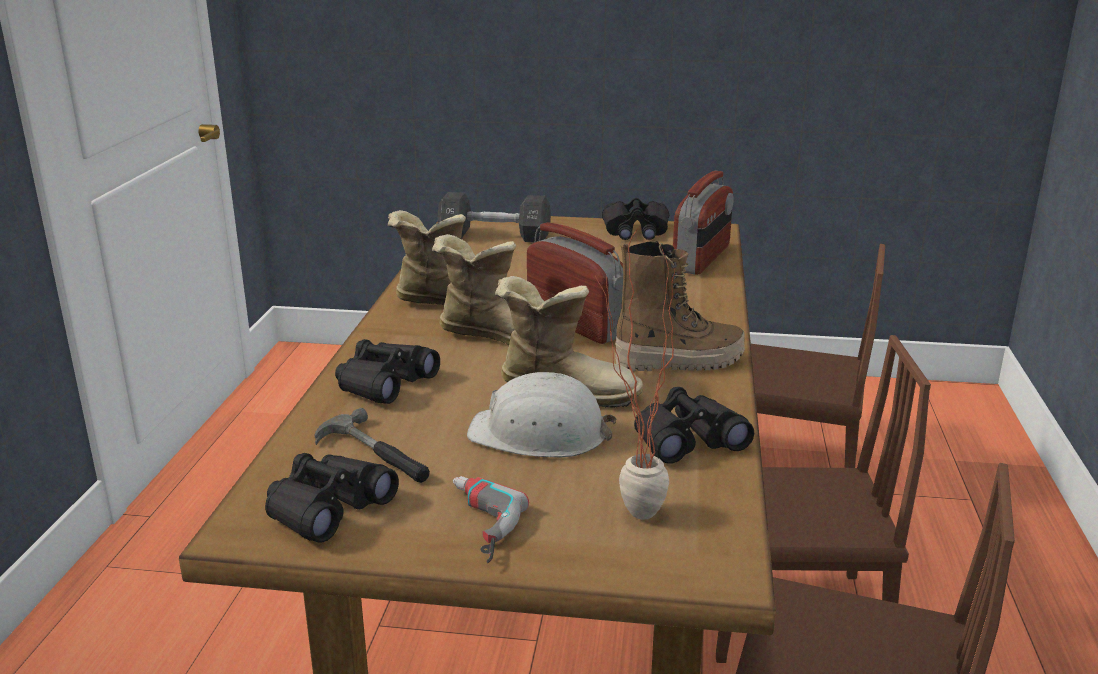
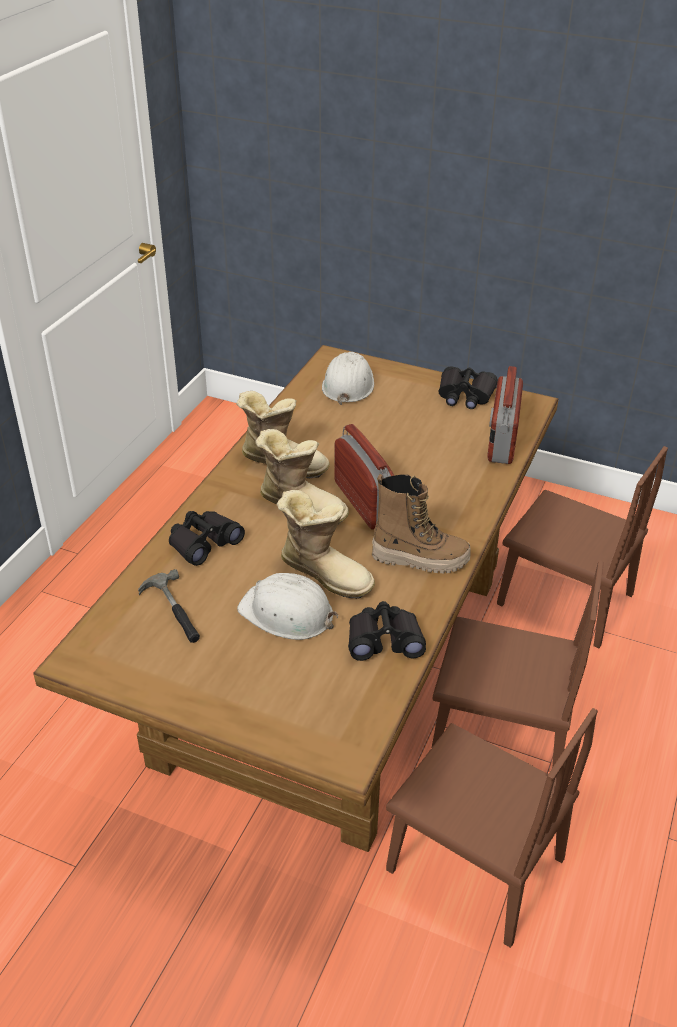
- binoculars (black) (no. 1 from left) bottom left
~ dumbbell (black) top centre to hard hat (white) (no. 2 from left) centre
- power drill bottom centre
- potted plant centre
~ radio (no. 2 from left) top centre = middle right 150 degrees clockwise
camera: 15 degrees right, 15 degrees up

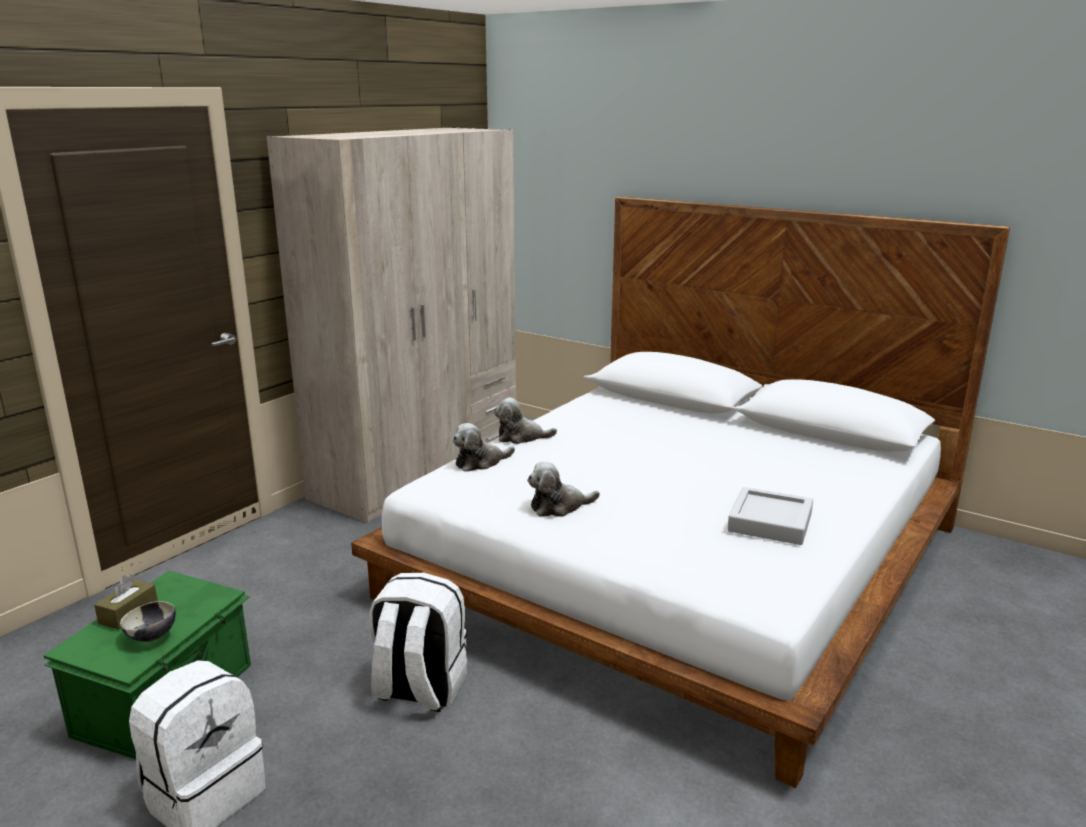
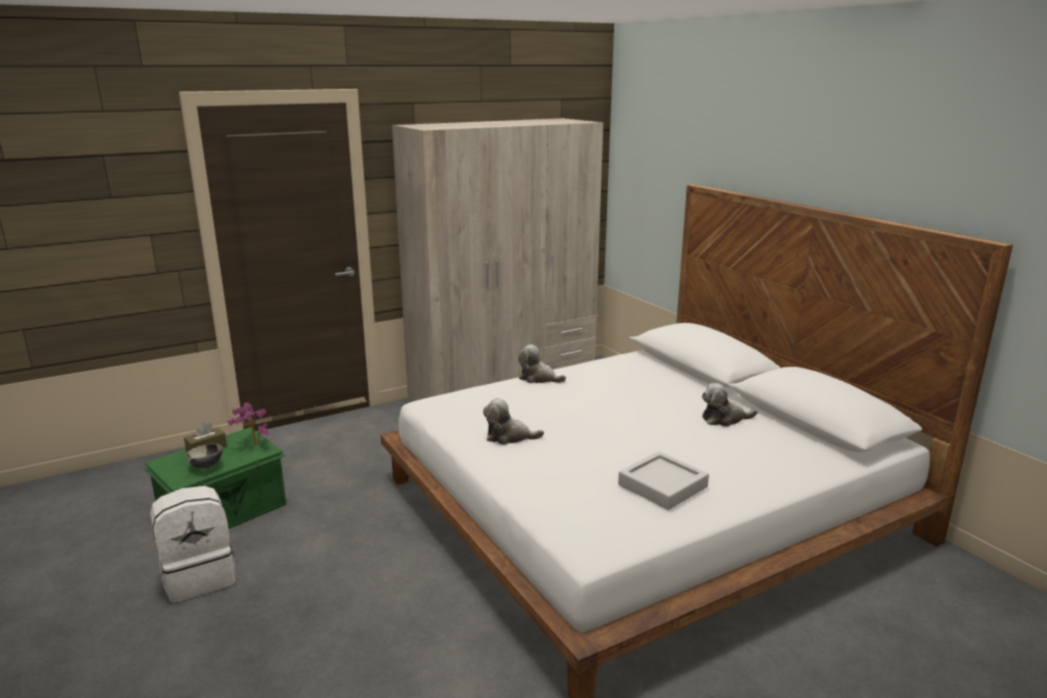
- backpack (white) (no. 2 from left) bottom centre
~ plush toy (no. 1 from left in the first image) centre to plush toy (no. 3 from left) middle right
+ potted plant middle left
camera: 25 degrees right, 0 degrees up

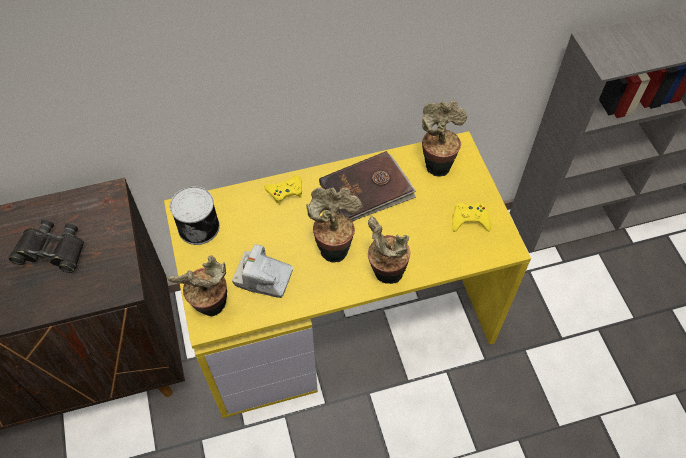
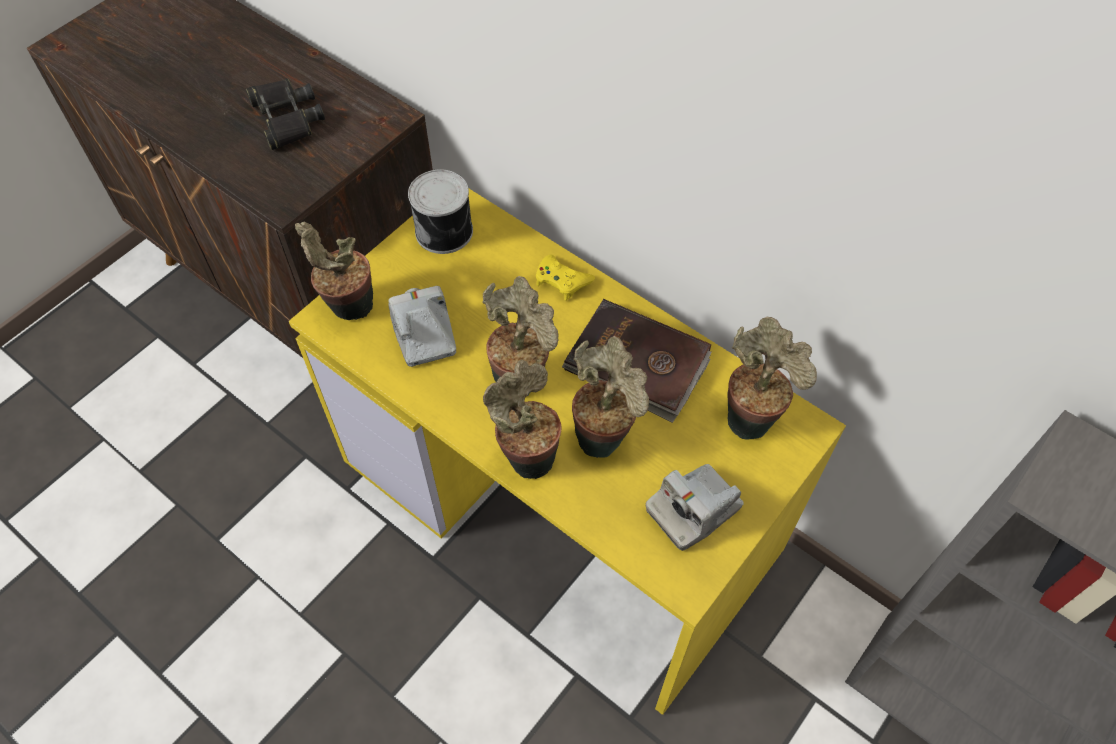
~ game controller (yellow) (no. 2 from left) middle right to photo camera (no. 2 from left) bottom centre
+ potted plant (no. 4 from left) centre
camera: 55 degrees right, 0 degrees up

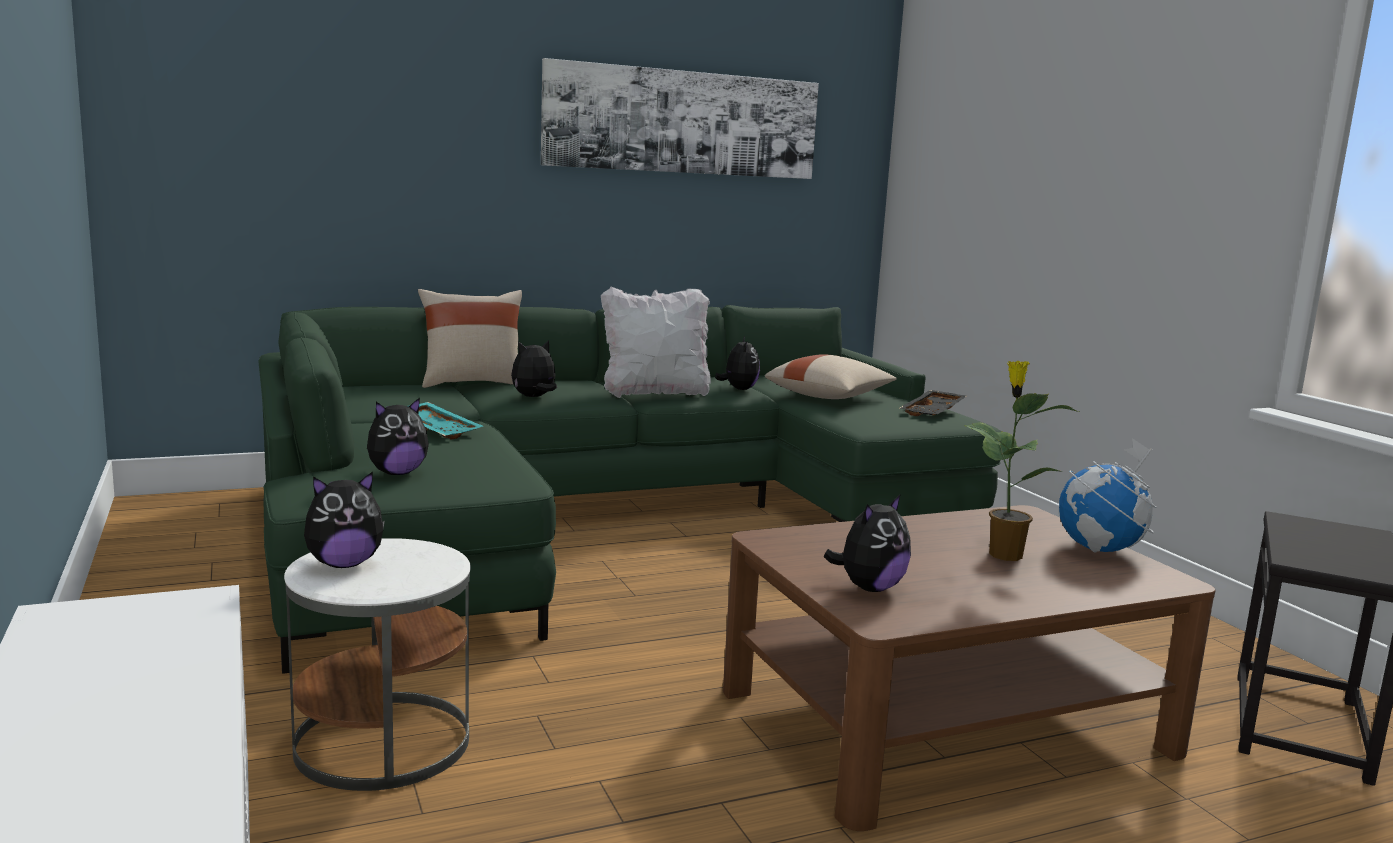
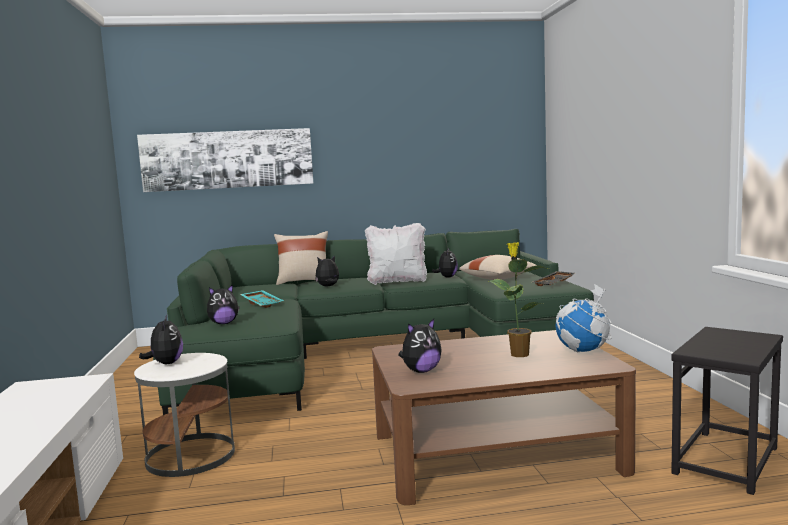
~ plush toy (no. 1 from left) middle left = middle left 90 degrees counterclockwise
~ picture top centre to top left
camera: 15 degrees right, 5 degrees down

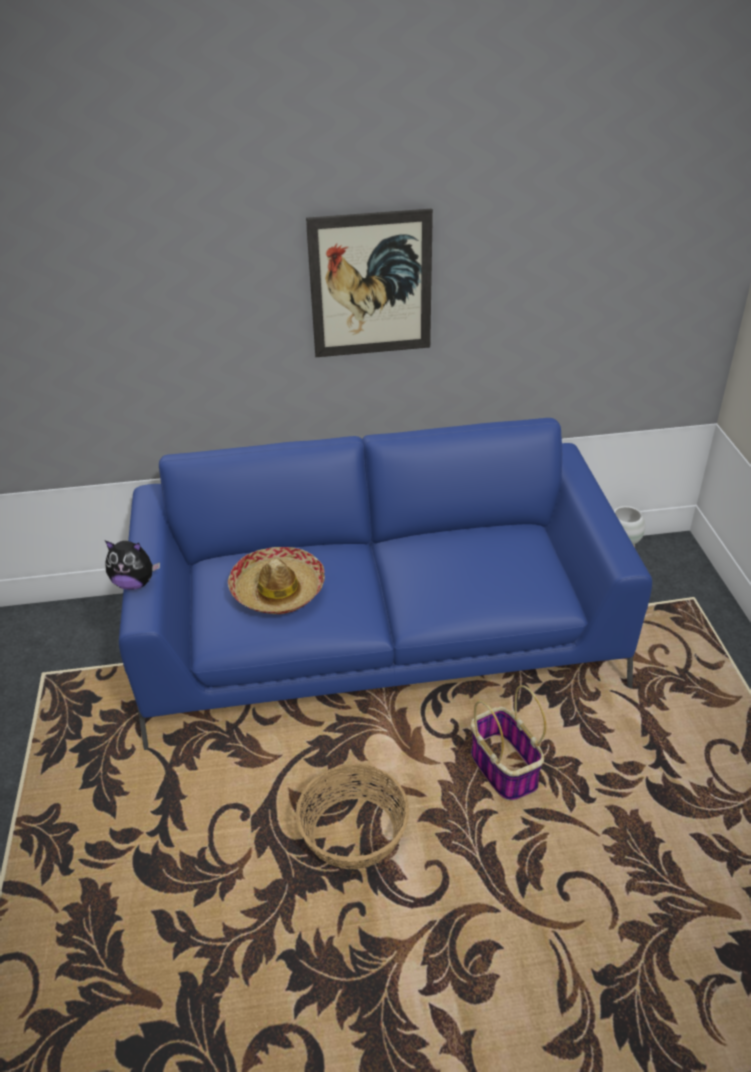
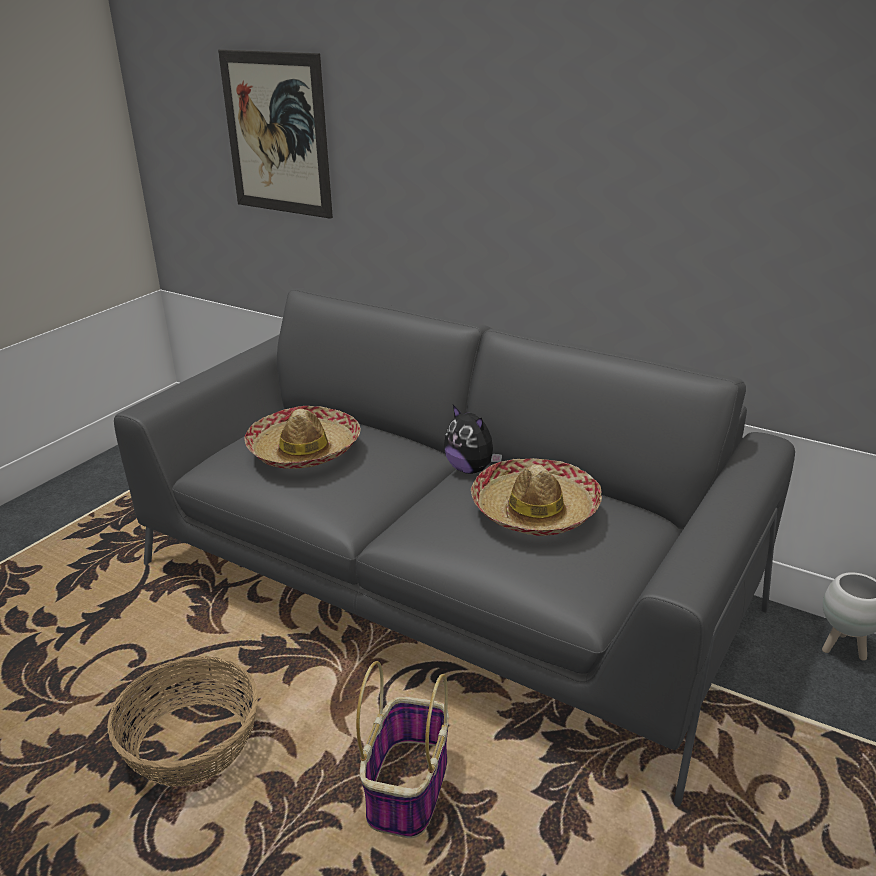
~ plush toy middle left to centre
~ sofa (blue) centre to sofa (grey) centre
~ picture top centre to top left
+ hat (no. 2 from left) centre
camera: 40 degrees right, 10 degrees down

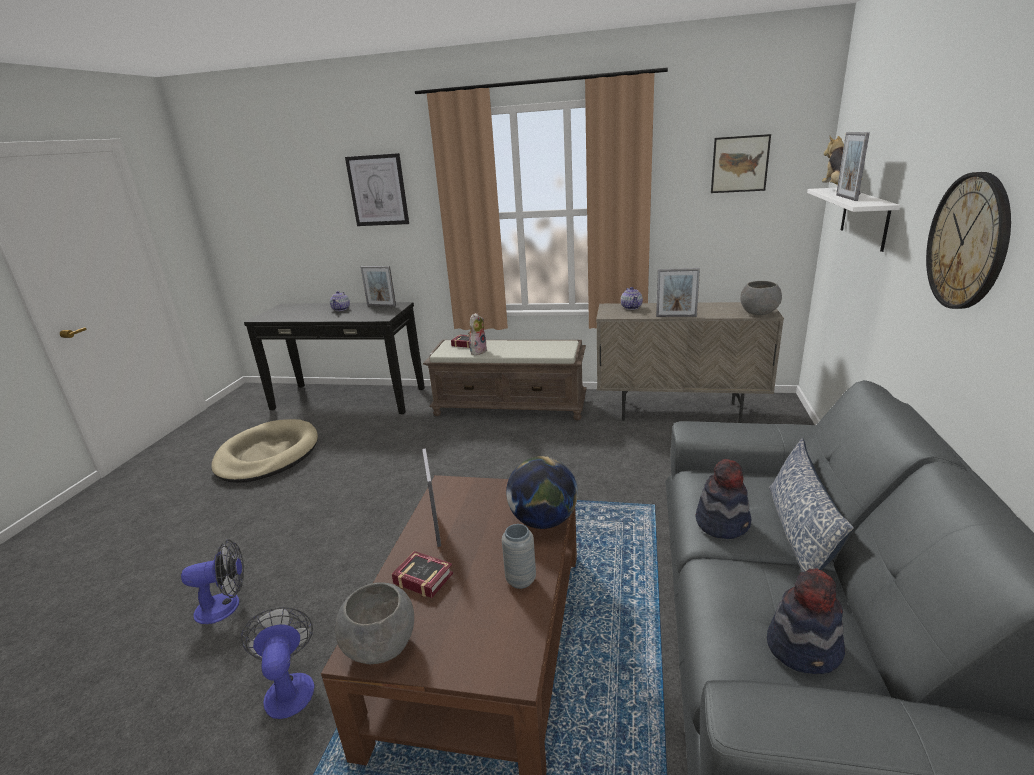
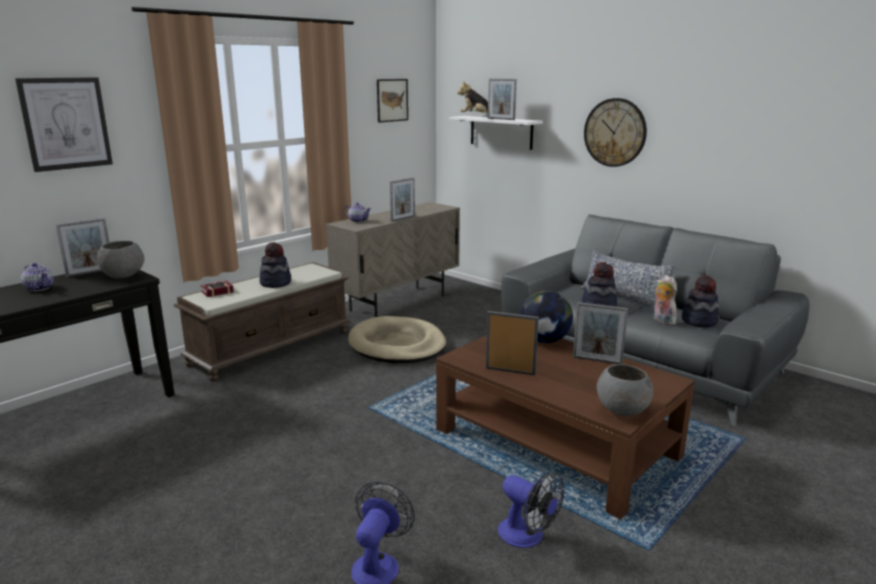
~ dog bed (beige) middle left to centre
~ fan (no. 2 from left) bottom left = bottom centre 150 degrees counterclockwise
- book (no. 1 from left) bottom centre
~ plush toy (no. 1 from left in the first image) centre to plush toy (no. 2 from left) middle right
~ vase (grey) bottom centre to picture frame (no. 5 from left) middle right
~ bowl (grey) (no. 2 from left in the first image) middle right to bowl (grey) (no. 1 from left) middle left
+ hat (no. 1 from left) middle left
camera: 60 degrees left, 5 degrees down

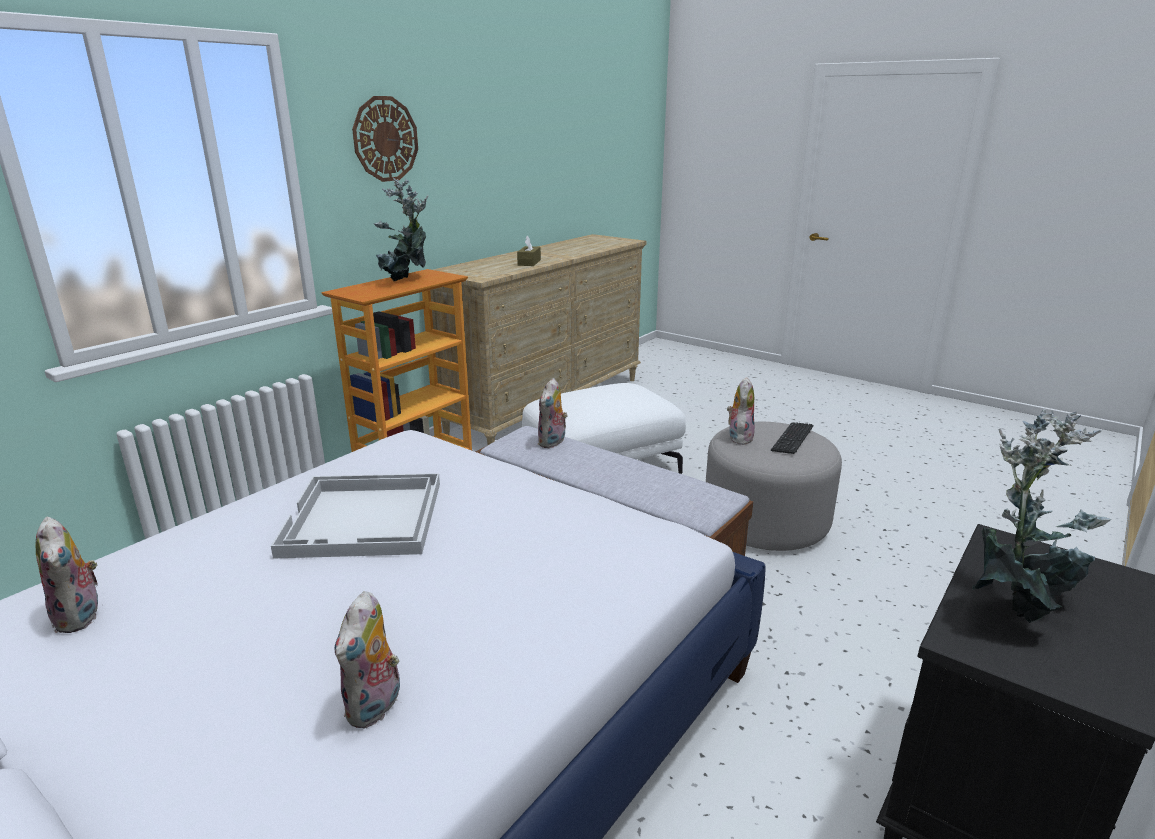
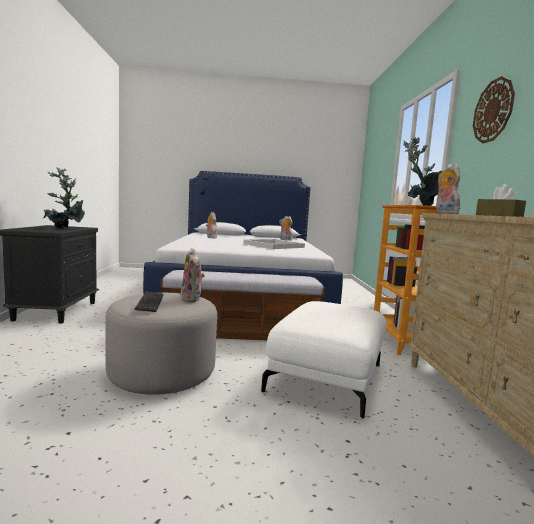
~ plush toy (no. 3 from left in the first image) centre to plush toy (no. 4 from left) middle right
camera: 140 degrees right, 15 degrees down

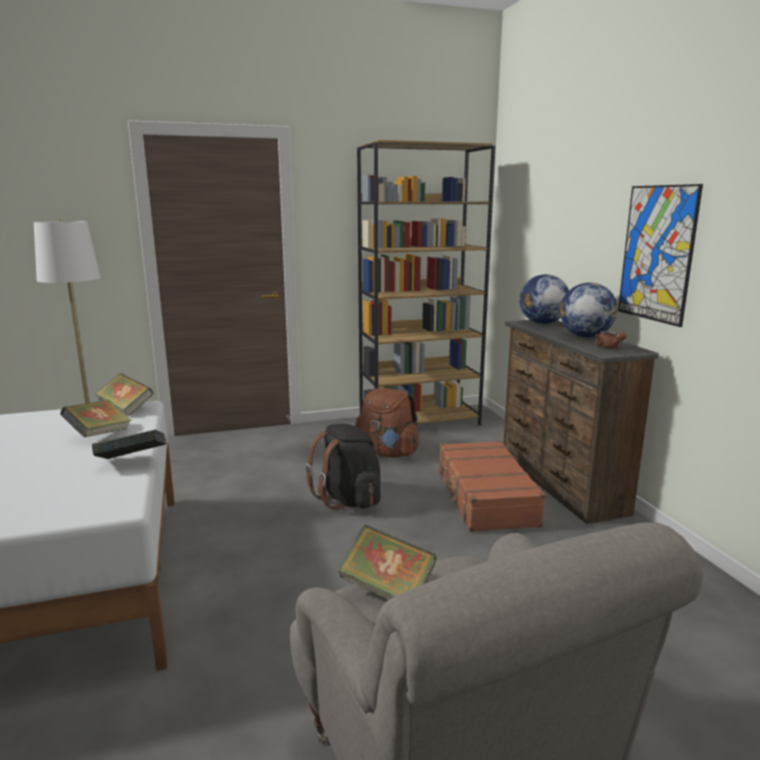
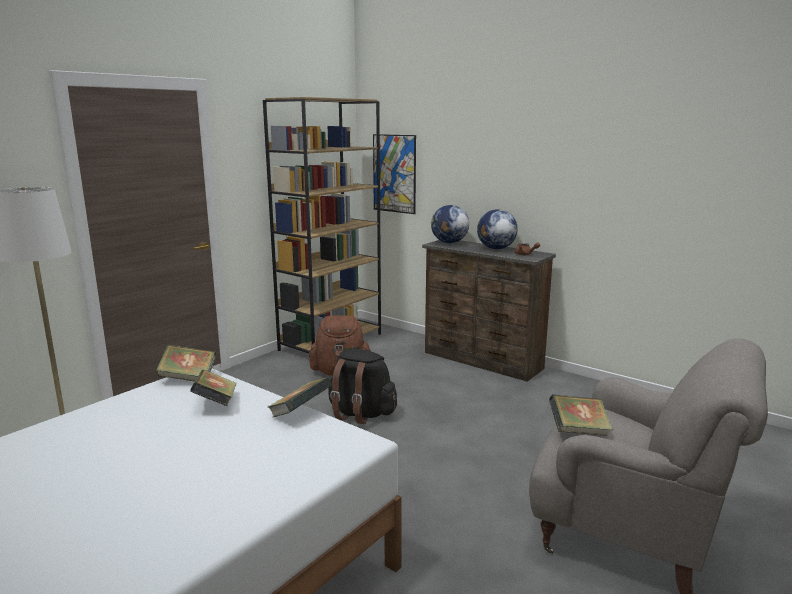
- suitcase (brown) centre
~ picture middle right to top centre
camera: 35 degrees left, 0 degrees up

